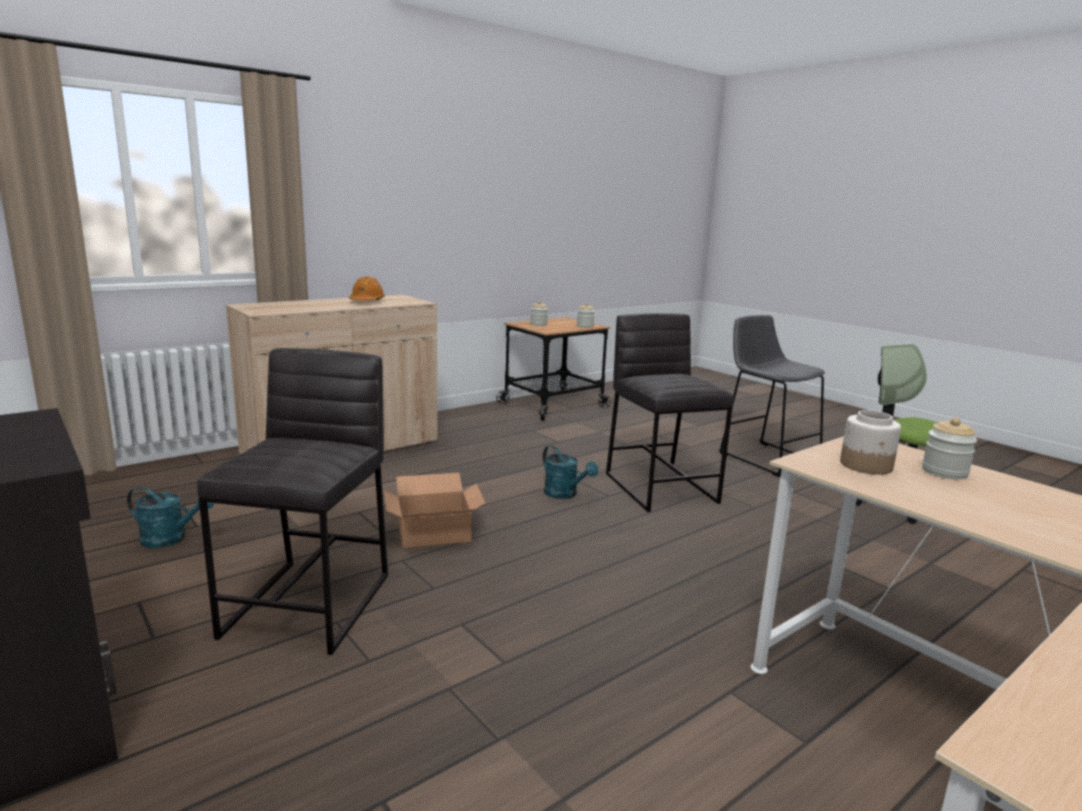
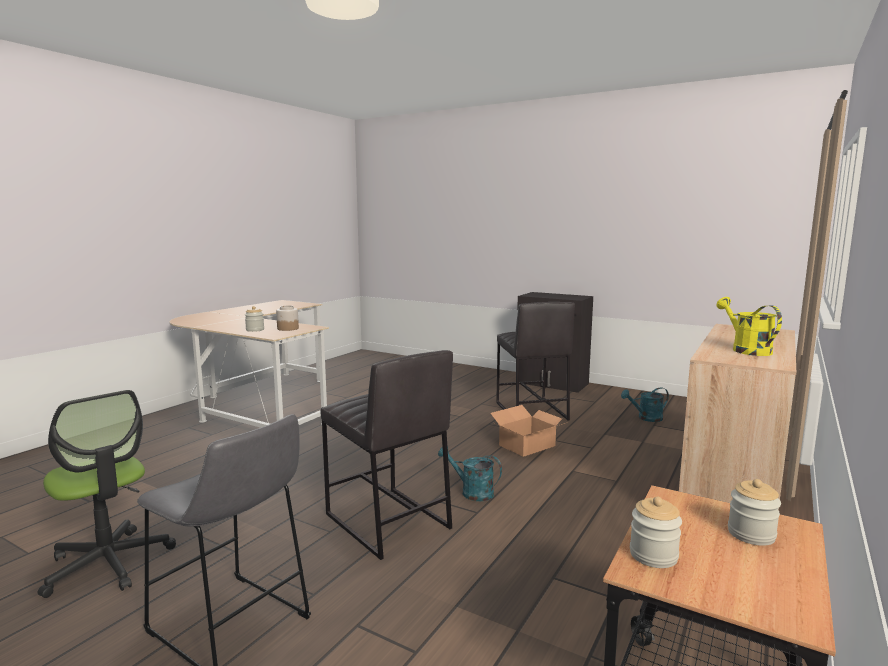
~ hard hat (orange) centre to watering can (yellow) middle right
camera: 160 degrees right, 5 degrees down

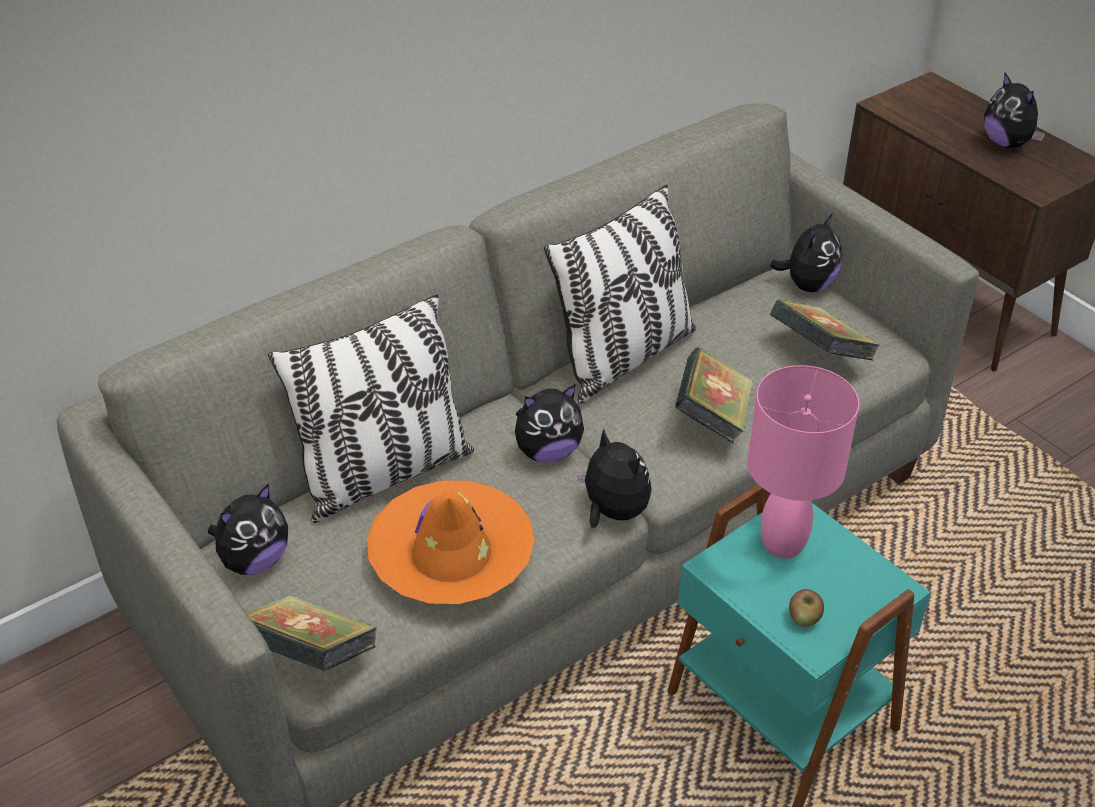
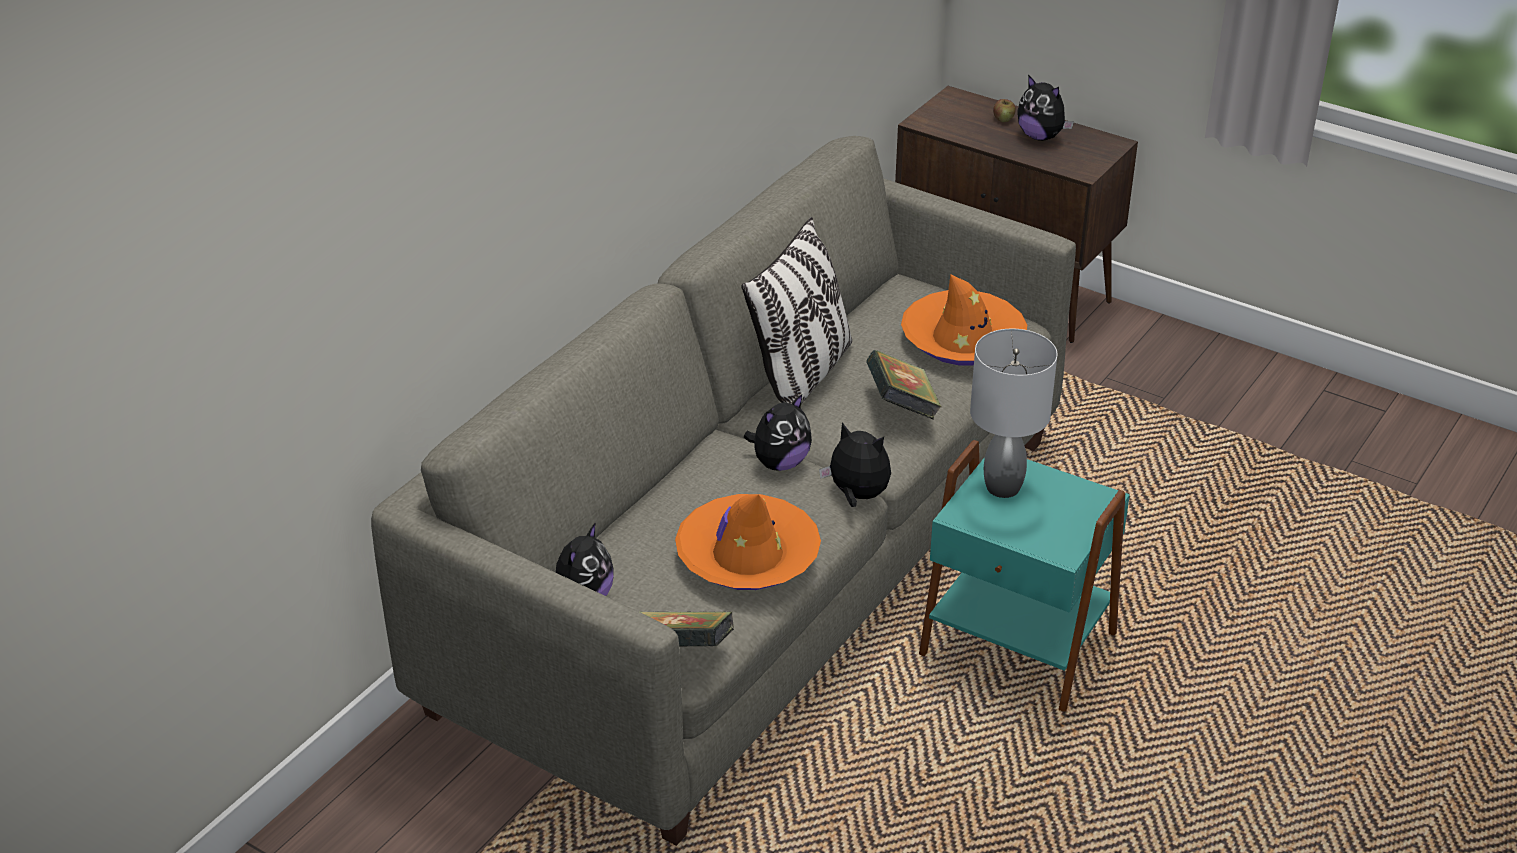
- pillow (no. 1 from left) centre
~ table lamp (pink) middle right to table lamp (grey) middle right
- plush toy (no. 4 from left) top right
~ book (no. 3 from left) middle right to hat (orange) (no. 2 from left) centre
~ apple bottom right to top centre
camera: 20 degrees left, 5 degrees down

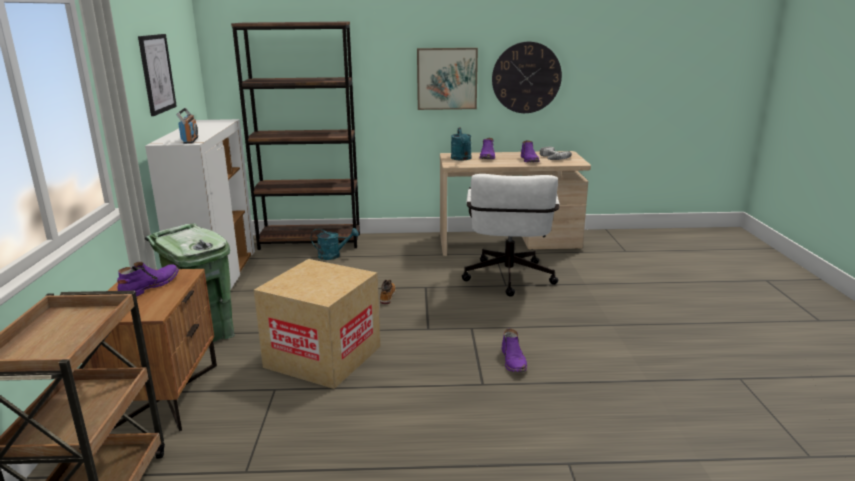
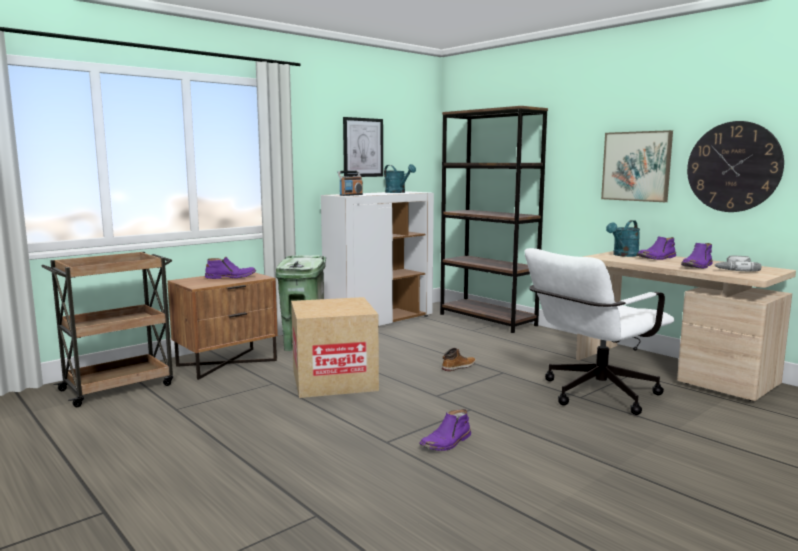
~ watering can (turquoise) (no. 1 from left) centre to top centre
camera: 50 degrees right, 10 degrees down

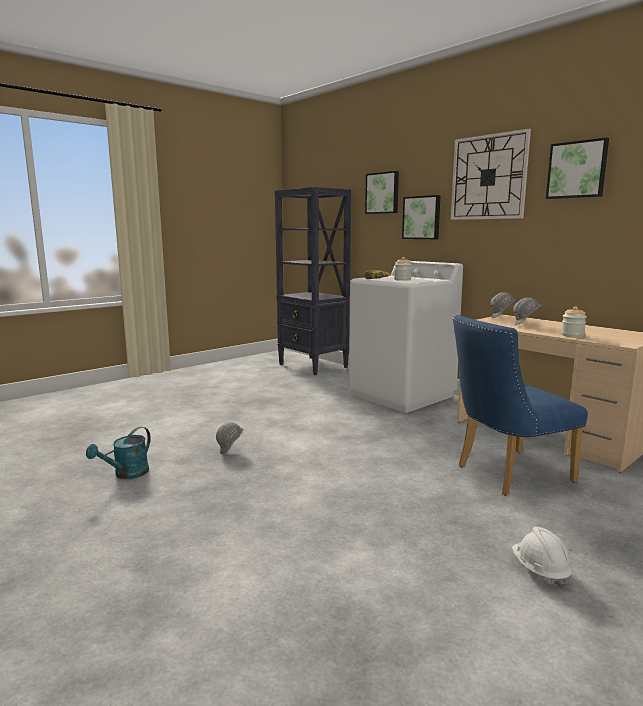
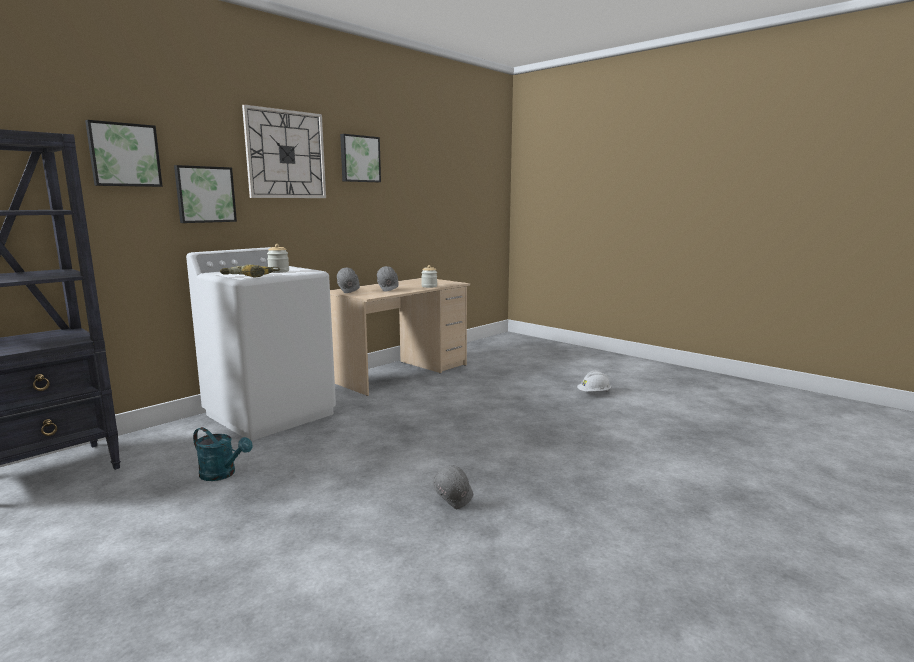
~ watering can (turquoise) middle left to bottom left
- chair (blue) middle right
camera: 95 degrees left, 0 degrees up

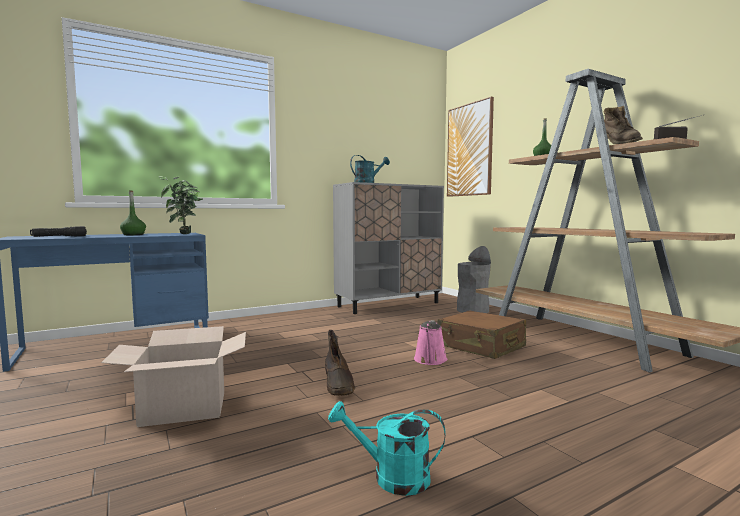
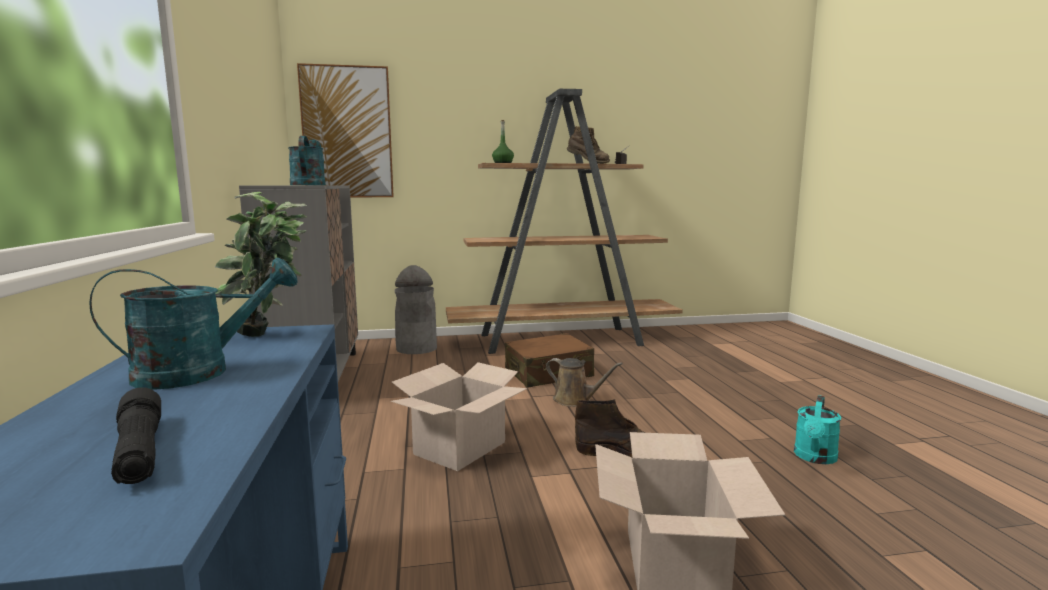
~ bottle (green) (no. 1 from left) middle left to watering can (turquoise) (no. 1 from left) middle left
~ watering can (pink) centre to watering can (brown) centre
+ cardboard box (no. 1 from left) bottom centre
camera: 70 degrees left, 5 degrees up

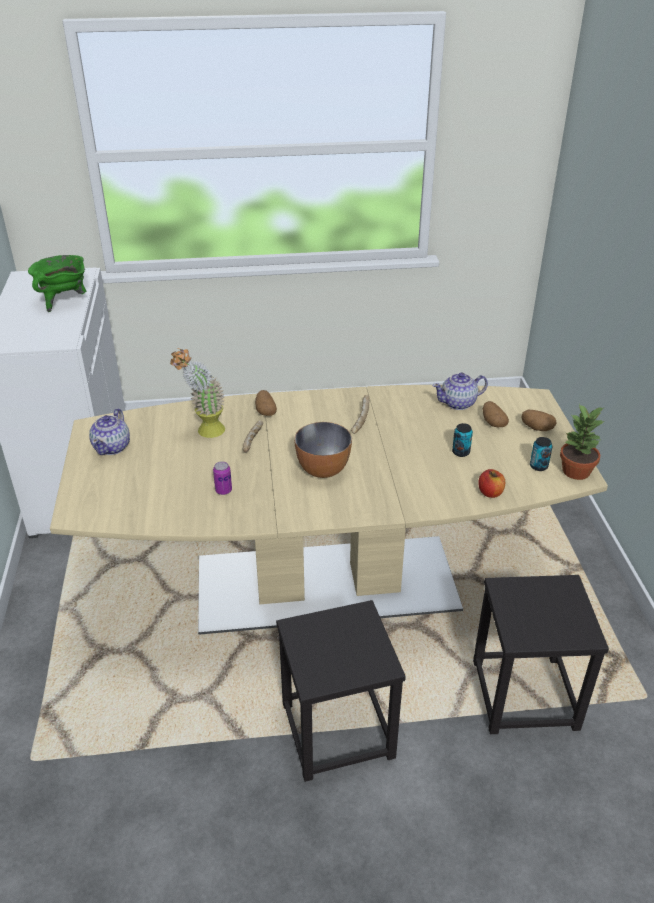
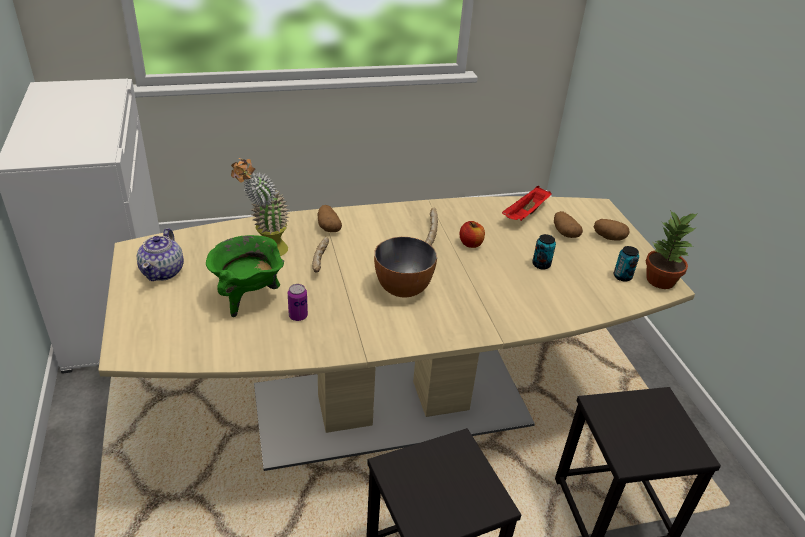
~ cooking pot (green) top left to middle left
~ teapot (no. 2 from left) middle right to tray (red) centre
~ apple middle right to centre
camera: 10 degrees left, 0 degrees up

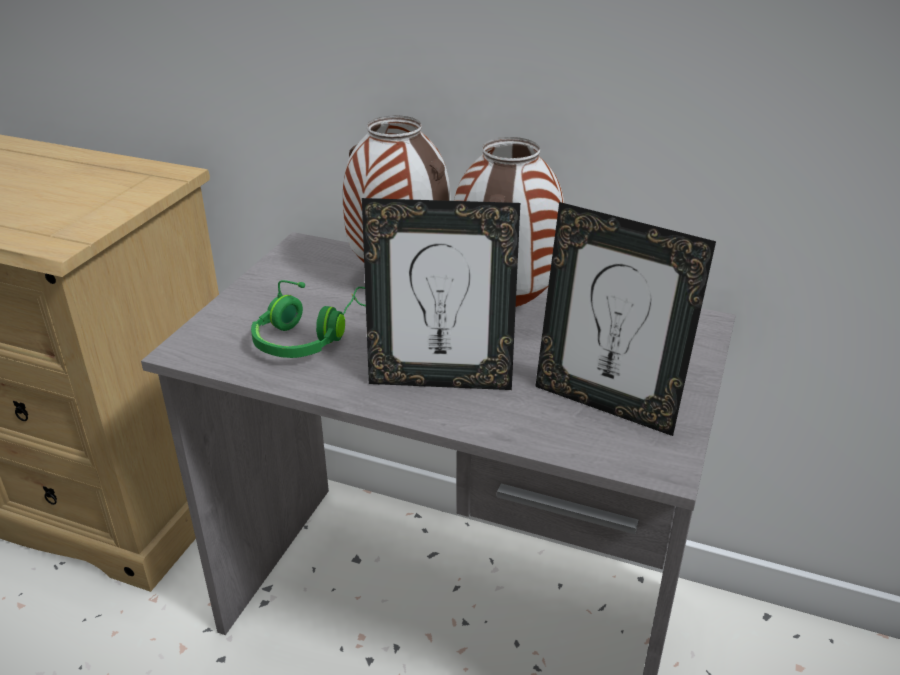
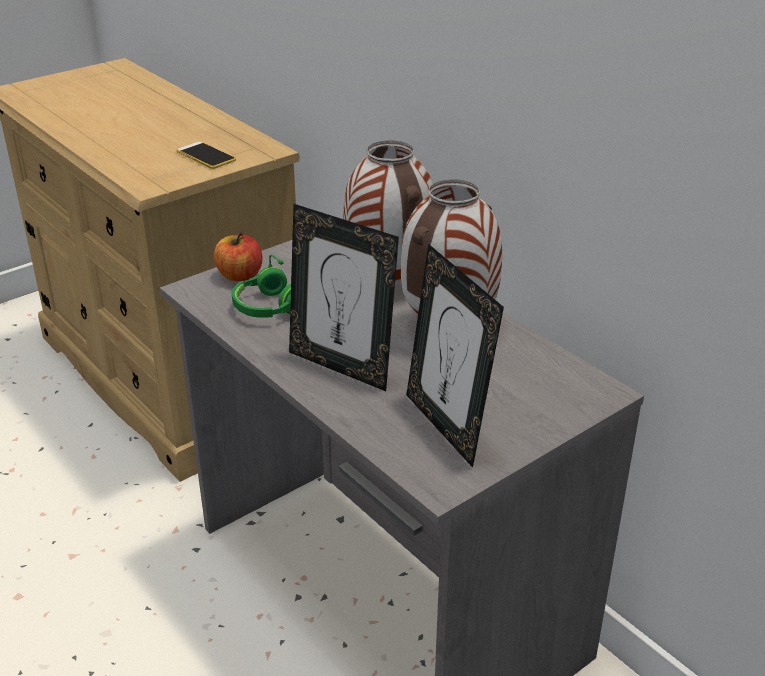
+ phone top left
+ apple middle left
camera: 30 degrees right, 0 degrees up

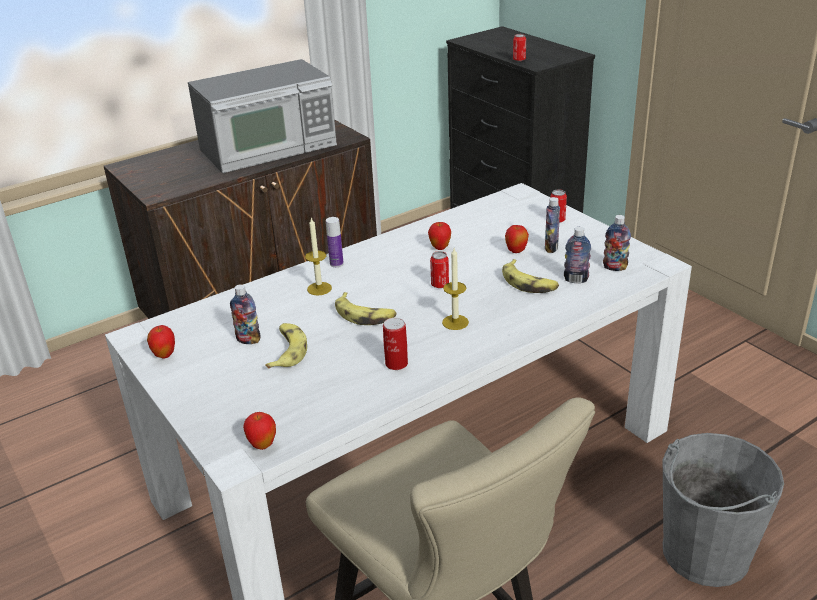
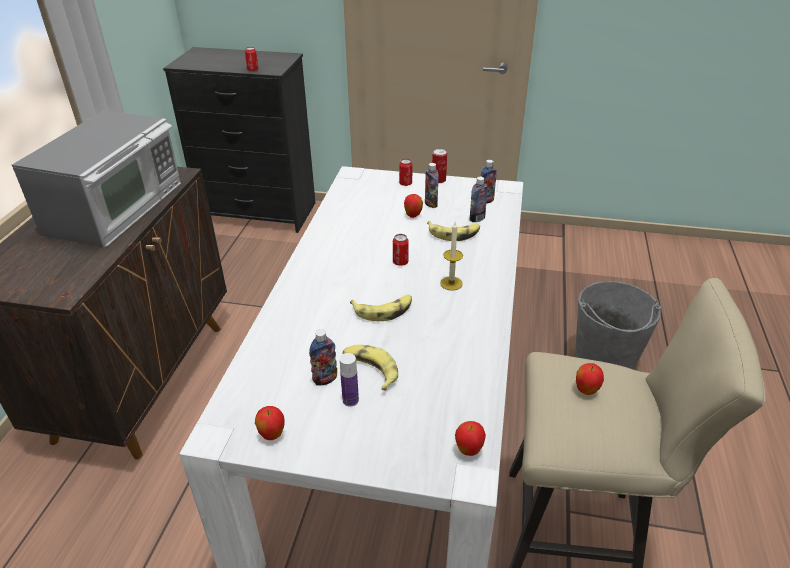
- candle (no. 1 from left) centre
~ bottle (no. 2 from left) centre to bottom centre
~ can (no. 1 from left in the first image) centre to can (no. 4 from left) top centre
~ apple (no. 3 from left in the first image) centre to apple (no. 4 from left) bottom right
camera: 45 degrees left, 5 degrees up

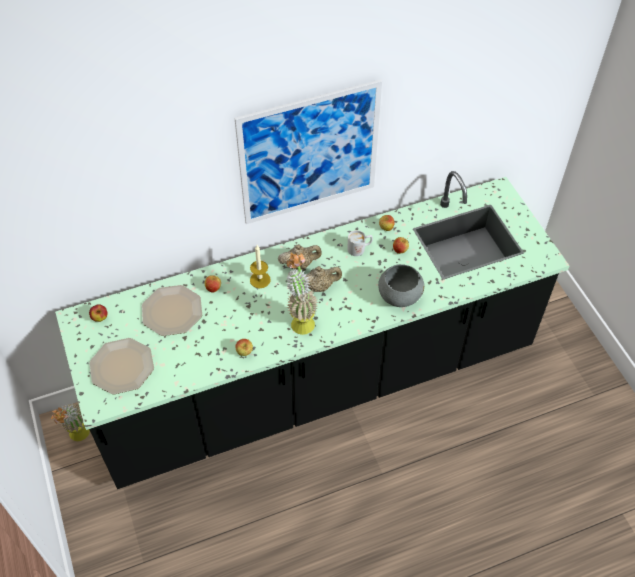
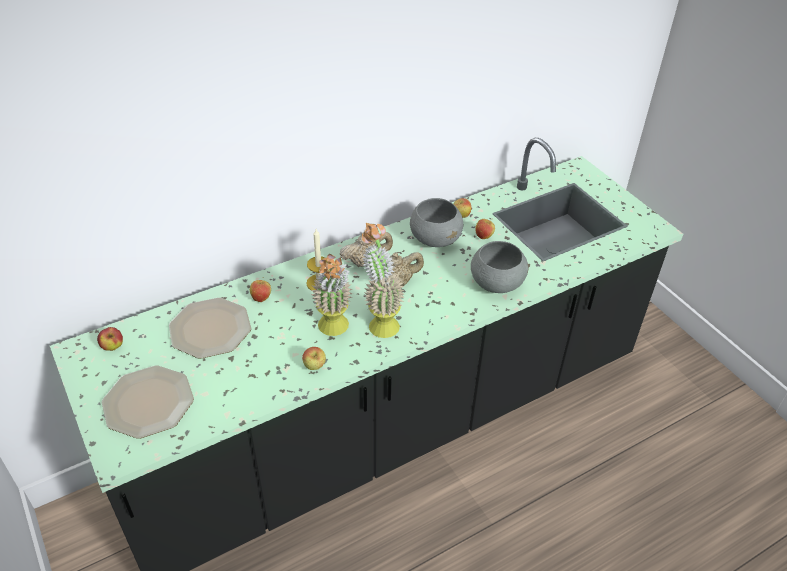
~ potted plant (no. 1 from left) bottom left to centre
- picture top centre
~ mug (white) centre to bowl (grey) (no. 1 from left) centre
camera: 10 degrees left, 10 degrees down

